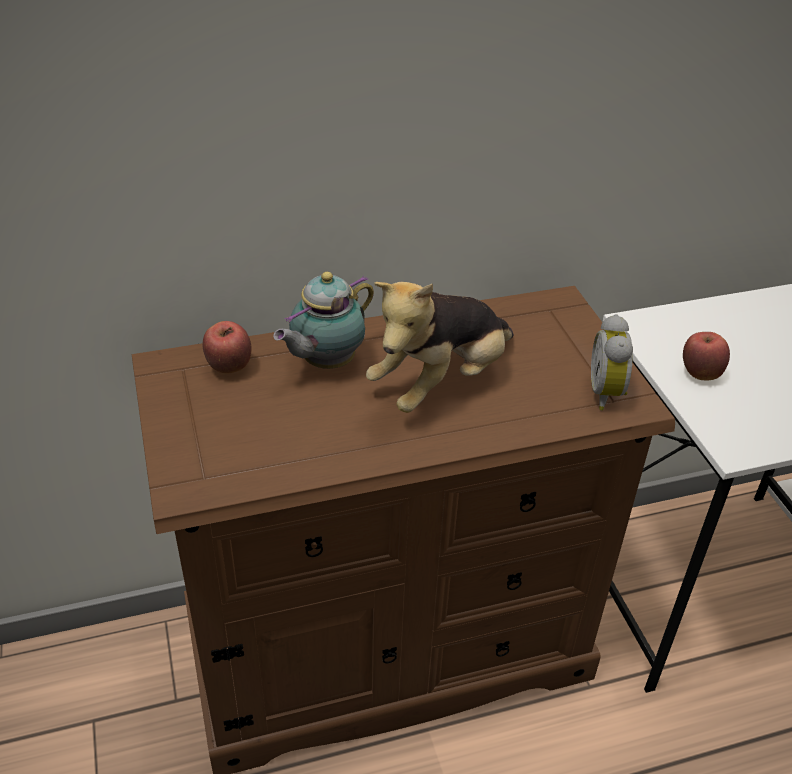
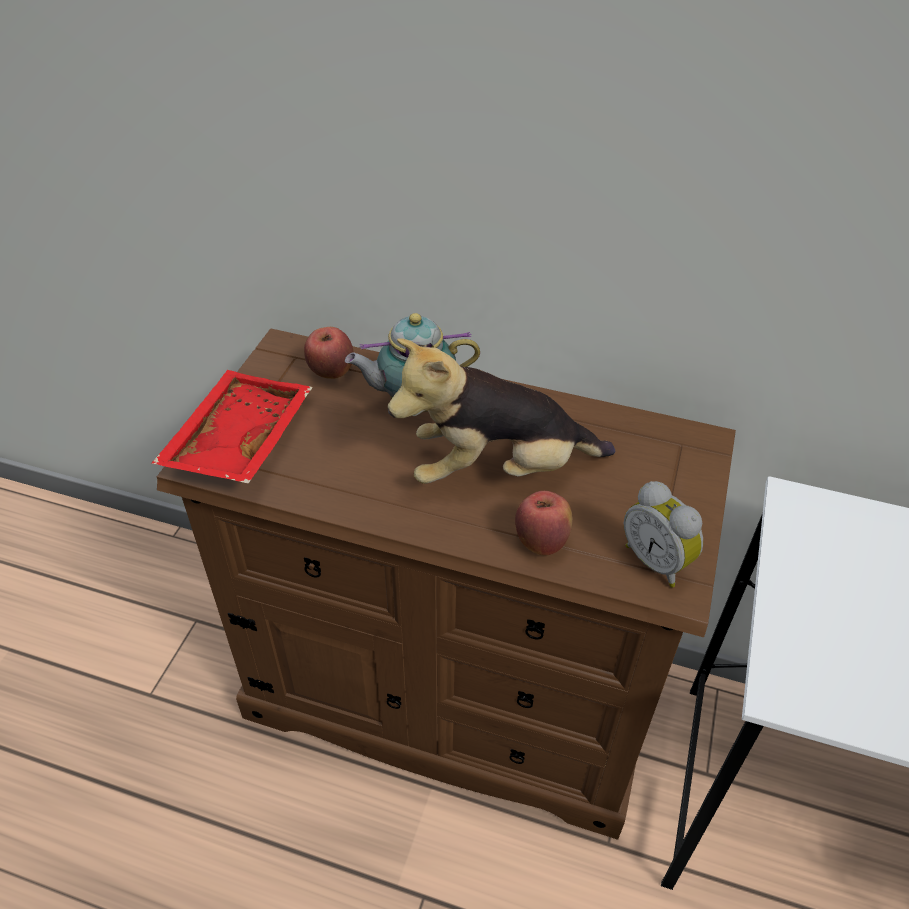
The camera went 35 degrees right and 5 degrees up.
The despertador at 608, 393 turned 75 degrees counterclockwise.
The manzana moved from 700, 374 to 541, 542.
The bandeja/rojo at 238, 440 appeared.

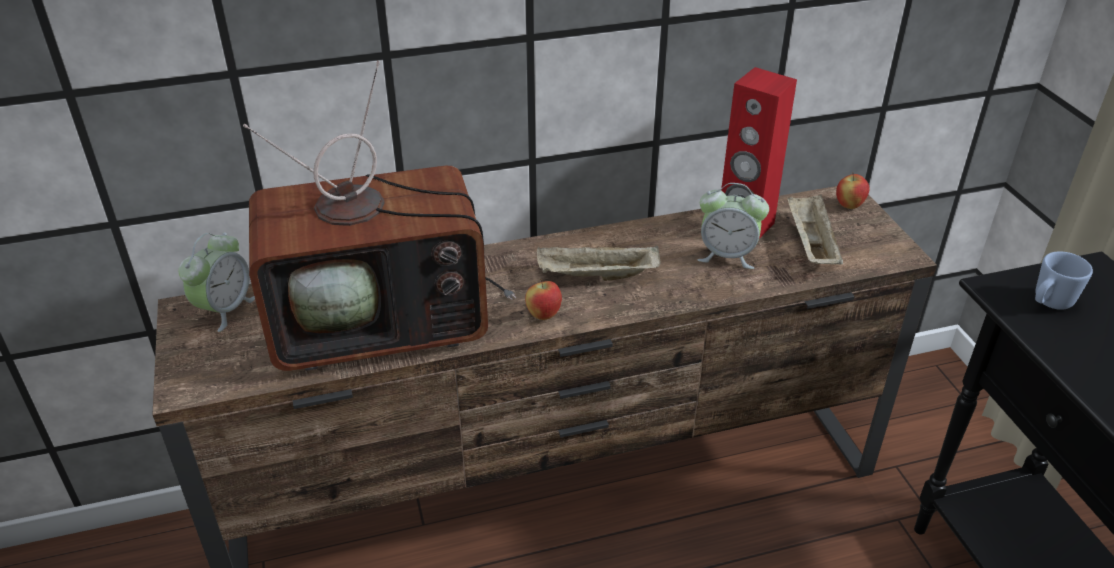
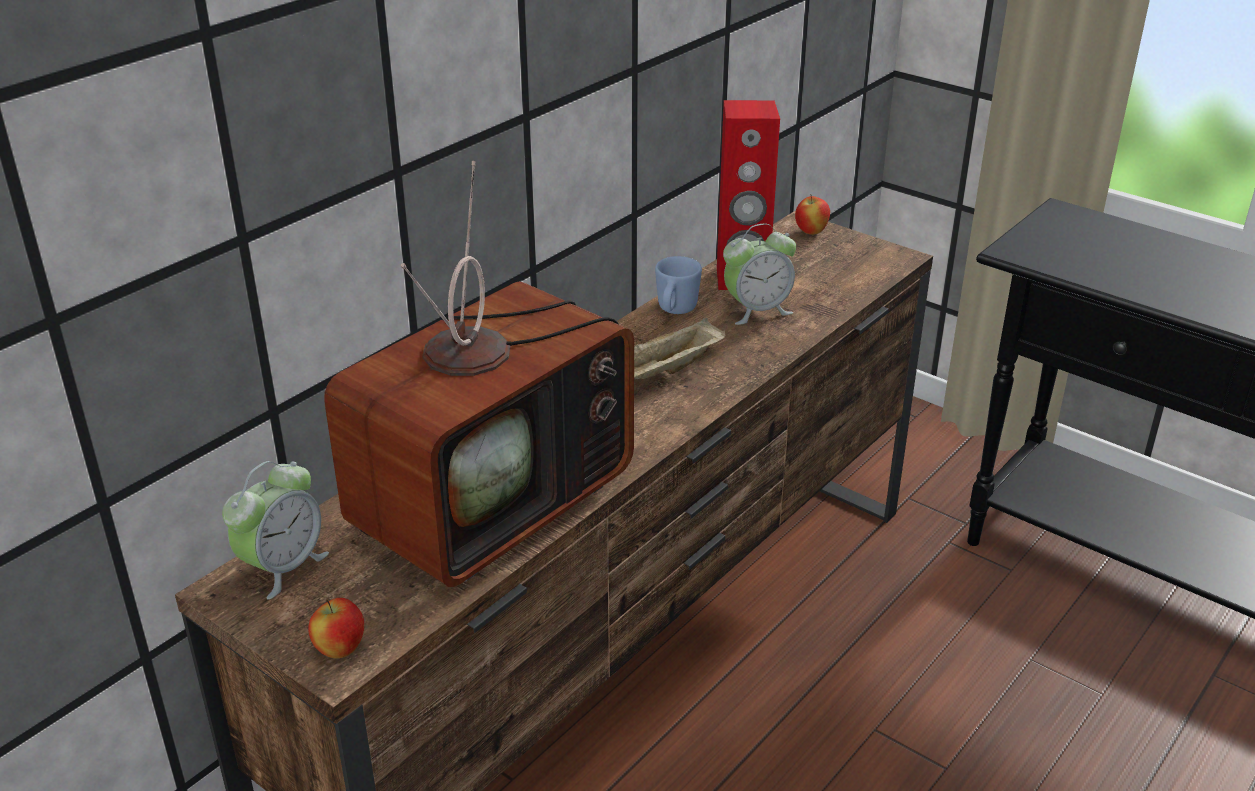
The camera went 35 degrees left and 5 degrees down.
The bandeja/beis at 810, 244 disappeared.
The despertador at 225, 309 turned 45 degrees clockwise.
The taza grande/azul moved from 1049, 303 to 675, 311.
The manzana moved from 543, 315 to 340, 650.

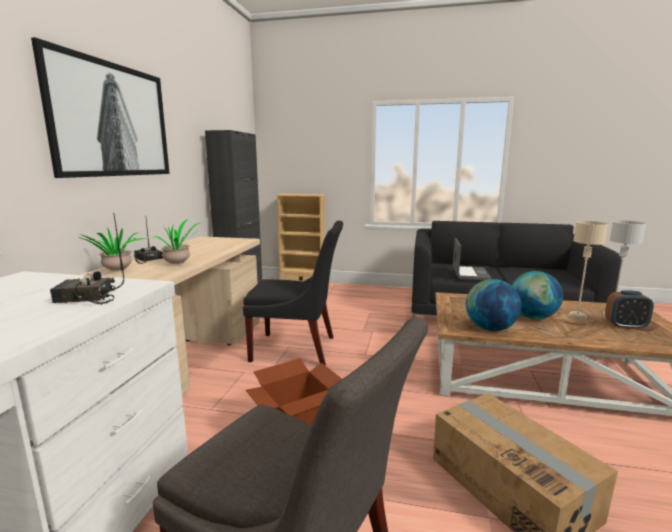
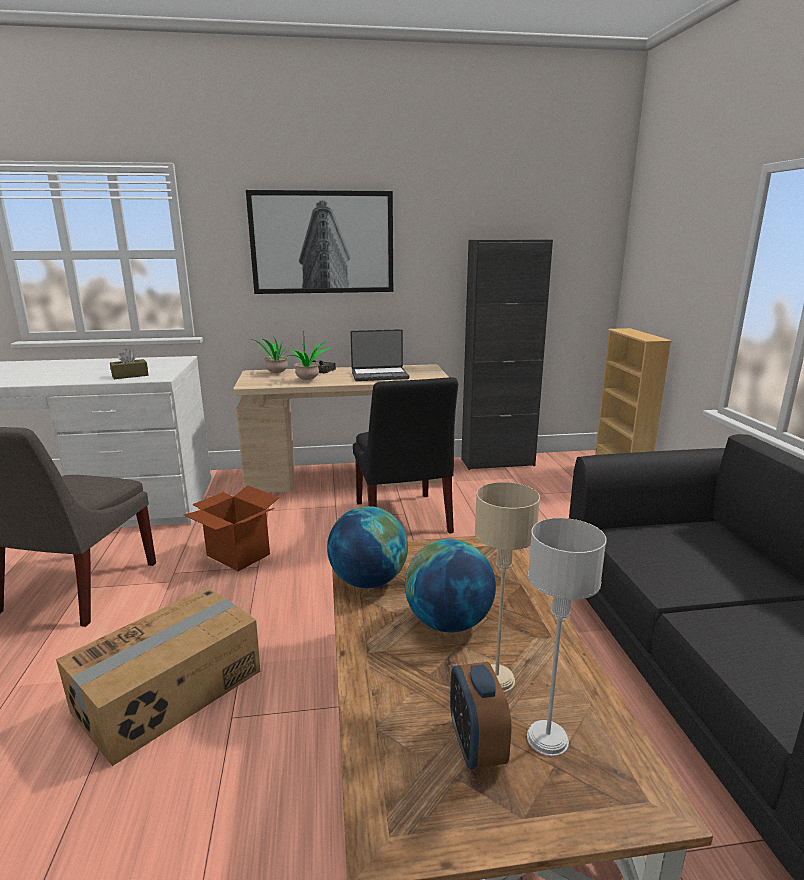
The camera went 70 degrees right and 5 degrees up.
The radio at 86, 298 was replaced by the caja de pañuelos/marrón at 130, 375.
The portátil moved from 469, 274 to 379, 375.

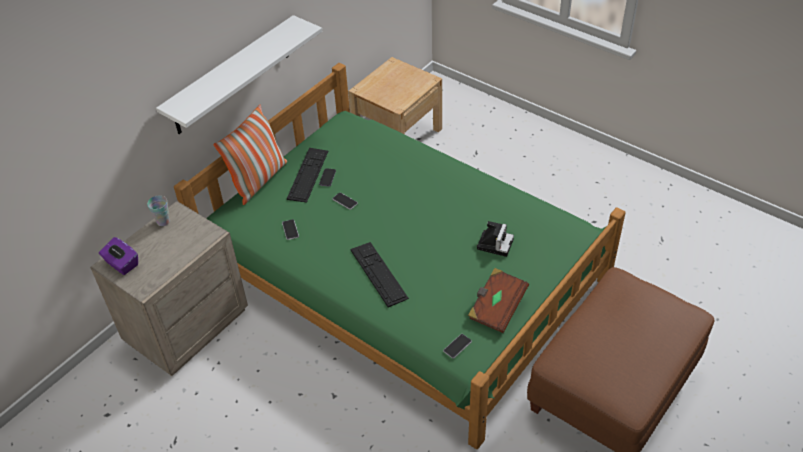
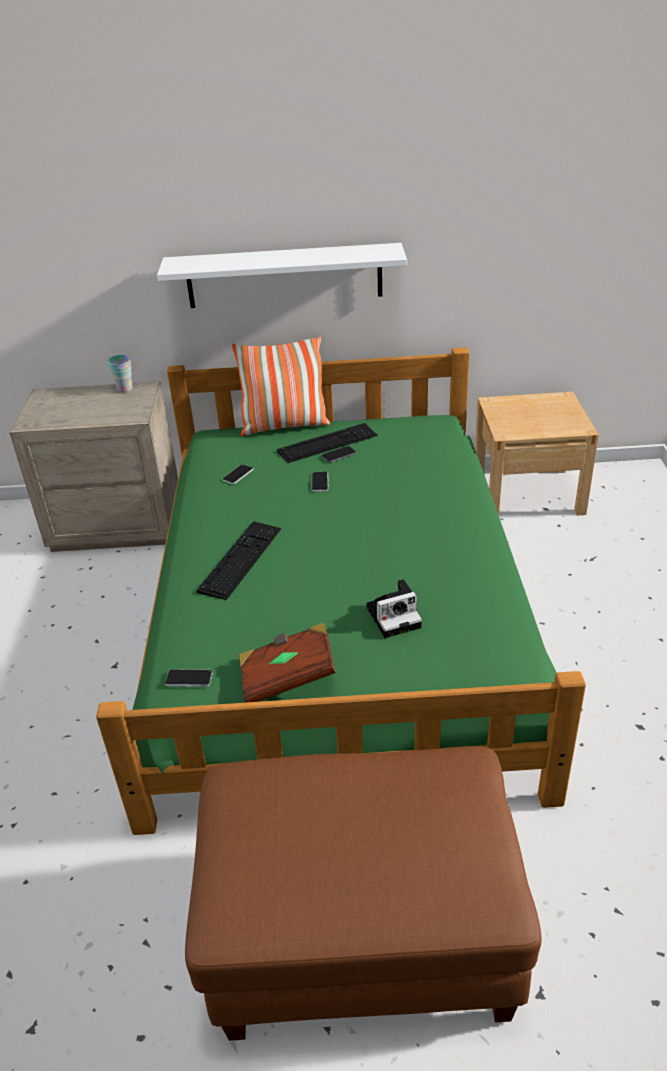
The camera went 50 degrees right and 10 degrees down.
The caja de pañuelos/morado at 121, 264 disappeared.

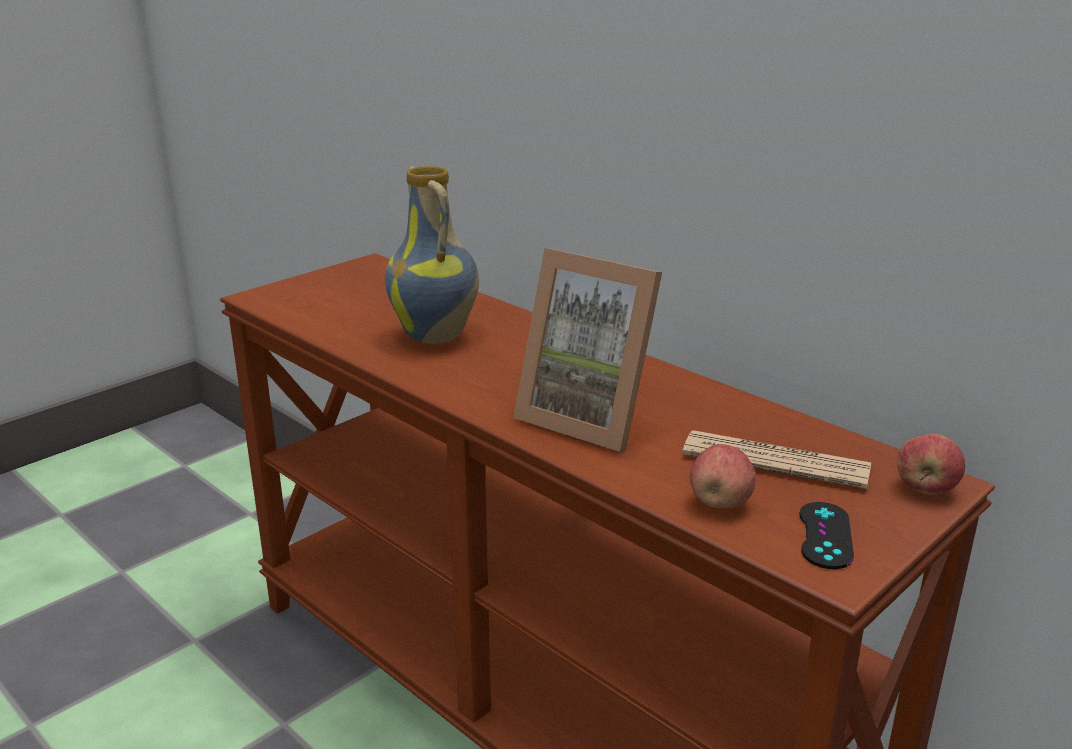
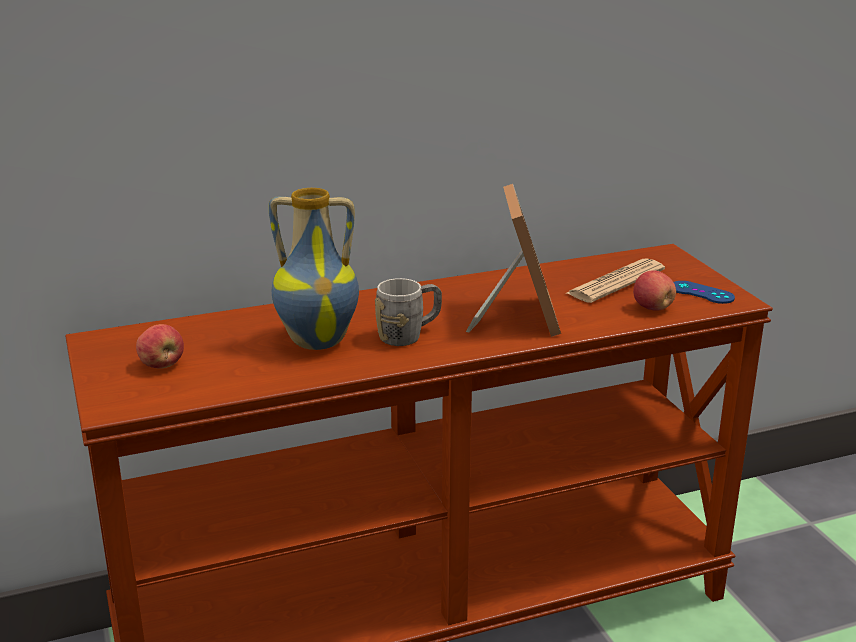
The camera went 65 degrees left and 0 degrees up.
The portarretratos at 591, 417 turned 60 degrees counterclockwise.
The manzana moved from 926, 488 to 162, 365.
The mando de consola/negro at 825, 535 became the mando de consola/azul at 701, 293.
The taza grande/gris at 409, 335 appeared.

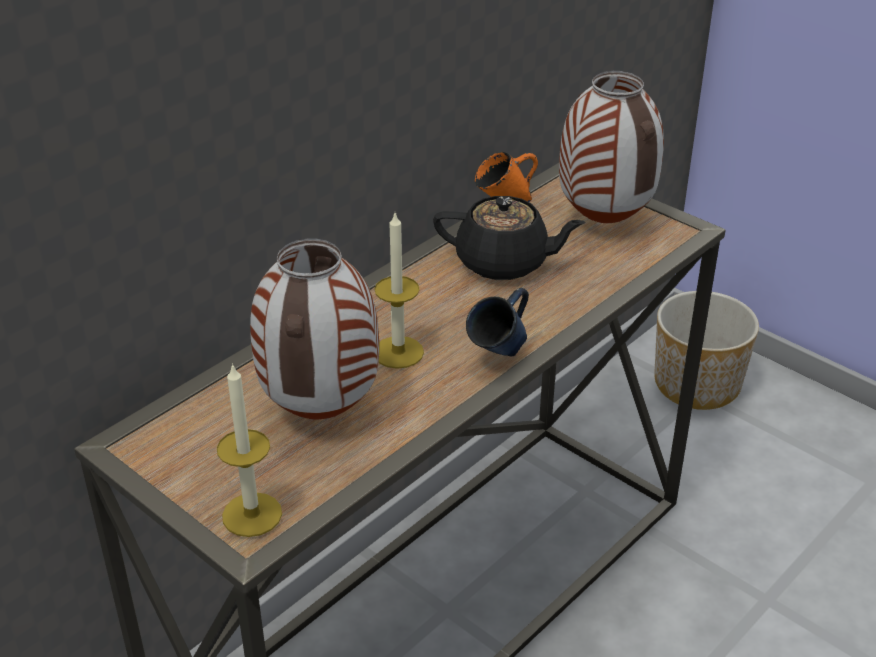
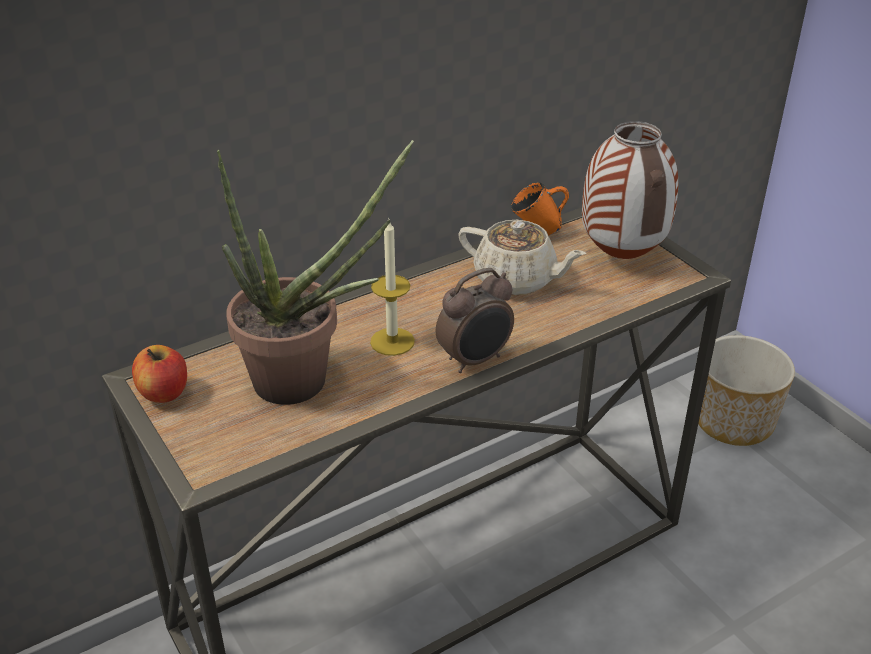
The camera went 15 degrees right and 0 degrees up.
The tetera/negro at 504, 263 became the tetera/beis at 516, 280.
The florero at 322, 413 was replaced by the planta en maceta at 307, 382.
The taza grande/azul at 499, 357 was replaced by the despertador at 475, 360.
The vela at 252, 514 disappeared.
The manzana at 164, 392 appeared.

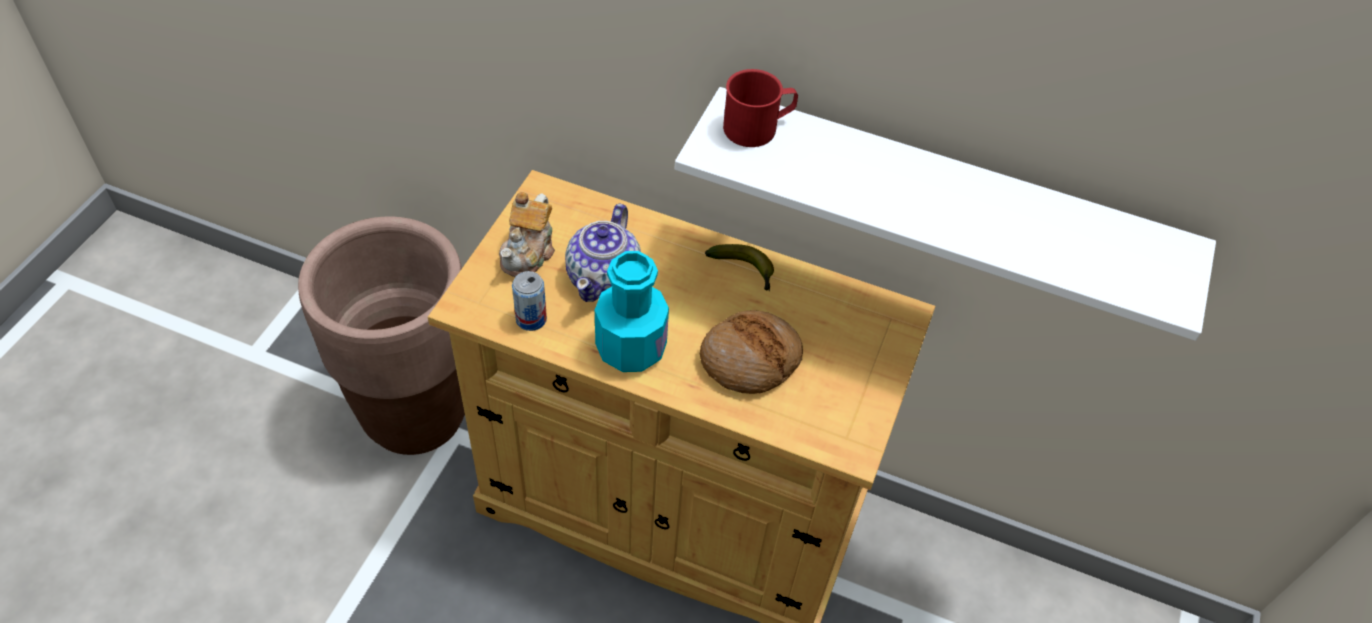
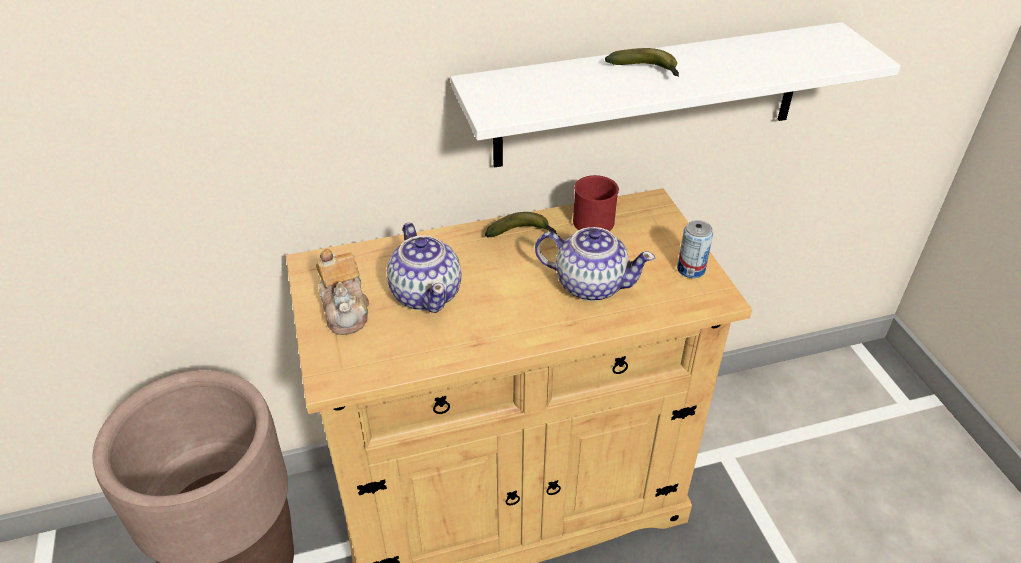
The camera went 35 degrees left and 10 degrees down.
The taza grande/rojo moved from 758, 127 to 597, 218.
The botella/turquesa at 631, 348 disappeared.
The lata moved from 531, 319 to 691, 269.
The pan at 750, 359 was replaced by the tetera at 590, 284.
The plátano at 647, 71 appeared.

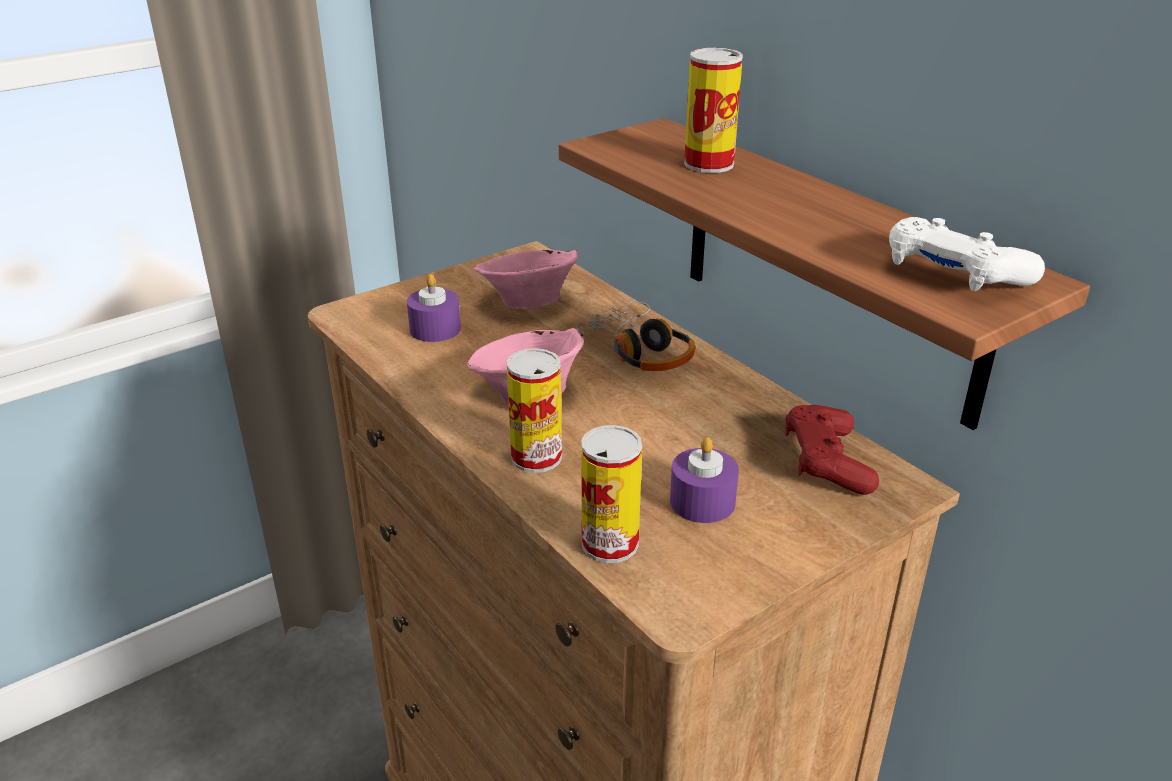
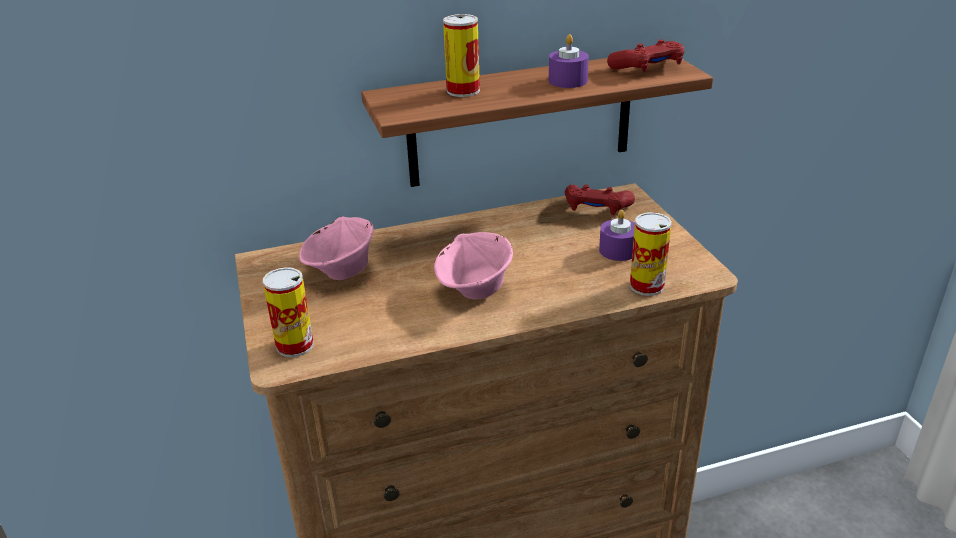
The camera went 70 degrees left and 0 degrees up.
The mando de consola/blanco at 953, 274 became the mando de consola/rojo at 648, 67.
The vela/morado moved from 435, 329 to 568, 81.
The auriculares at 637, 351 disappeared.
The lata moved from 536, 457 to 295, 345.

